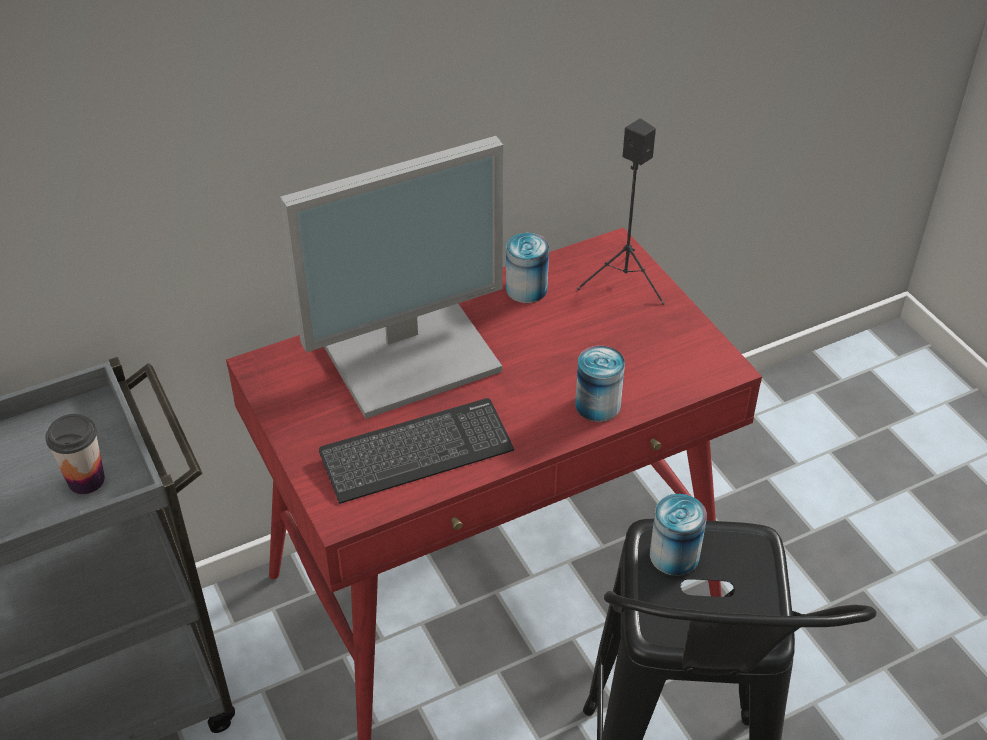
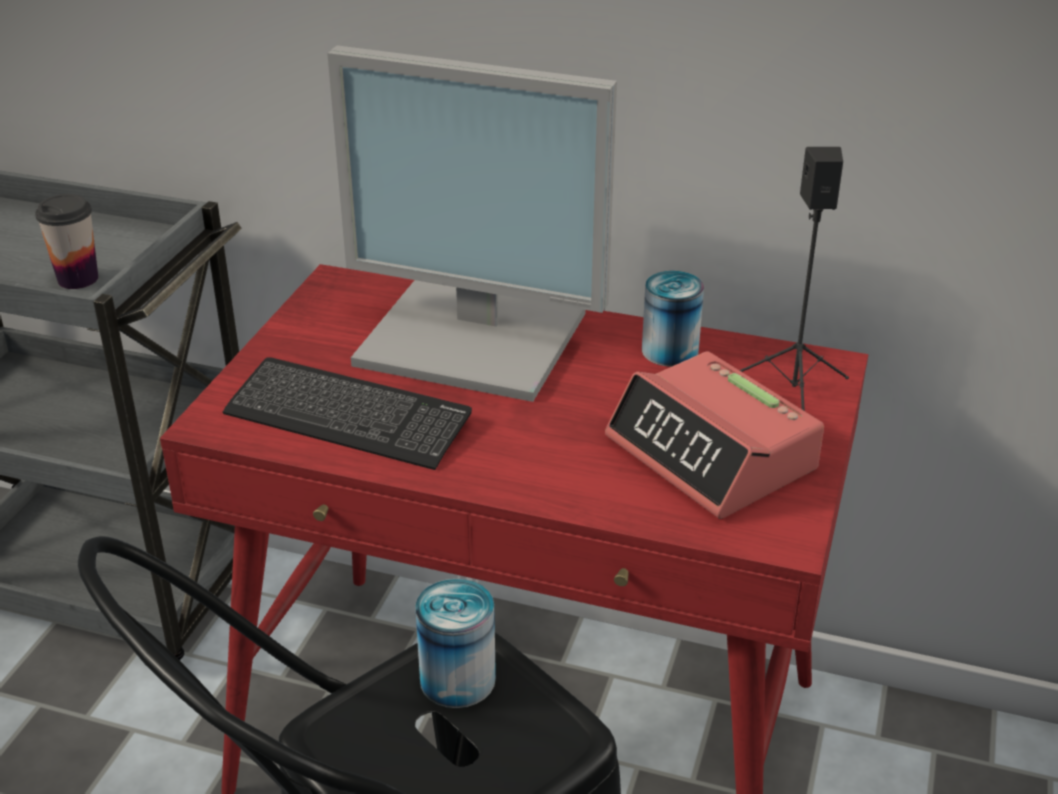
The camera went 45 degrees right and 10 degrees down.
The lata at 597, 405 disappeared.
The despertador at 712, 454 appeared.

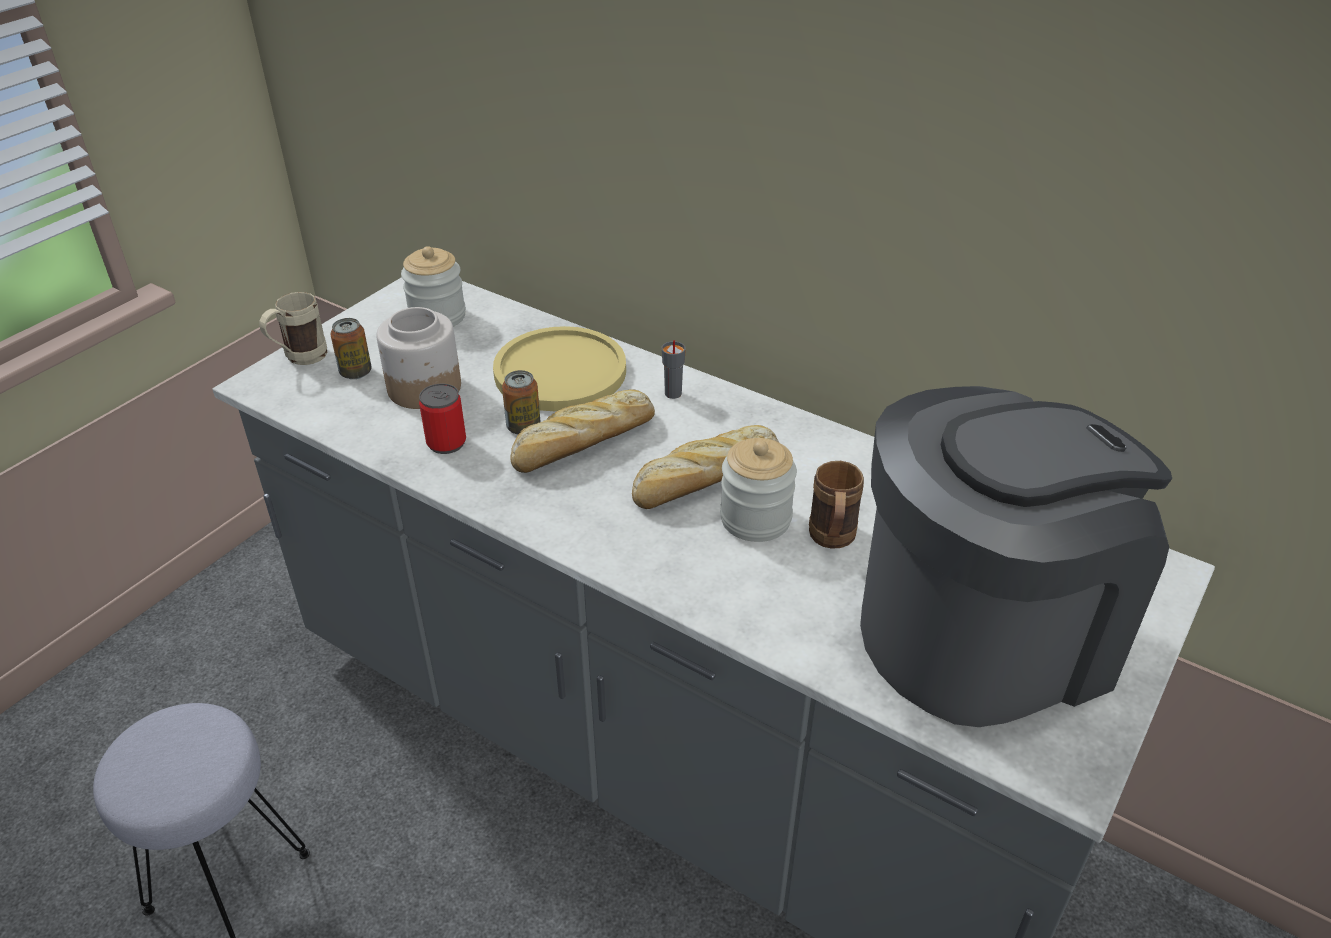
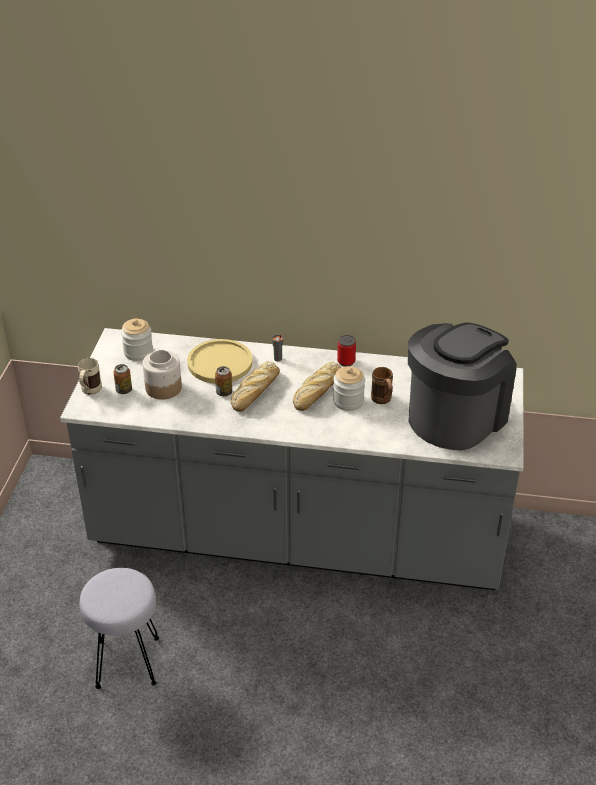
The camera went 25 degrees left and 0 degrees up.
The lata moved from 446, 443 to 346, 361.

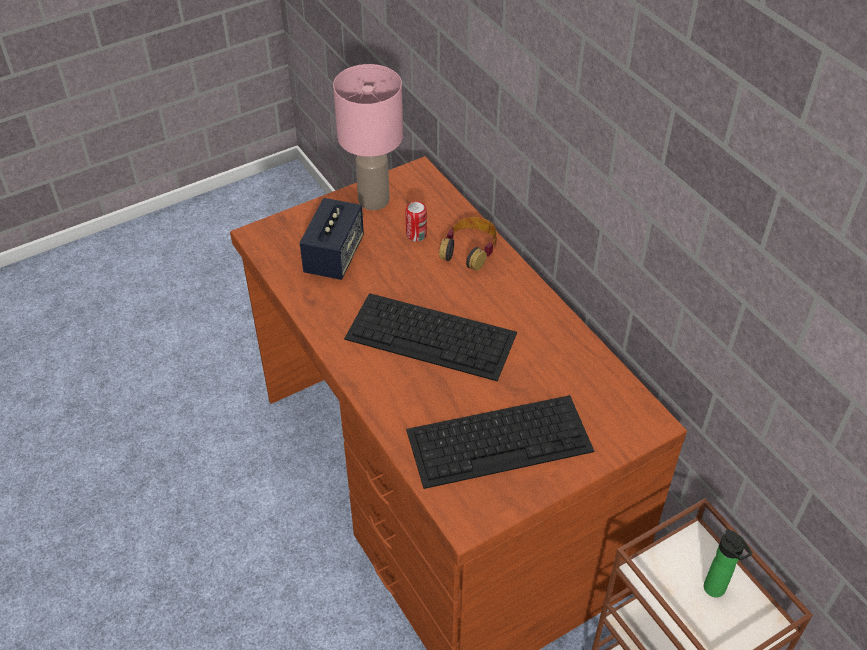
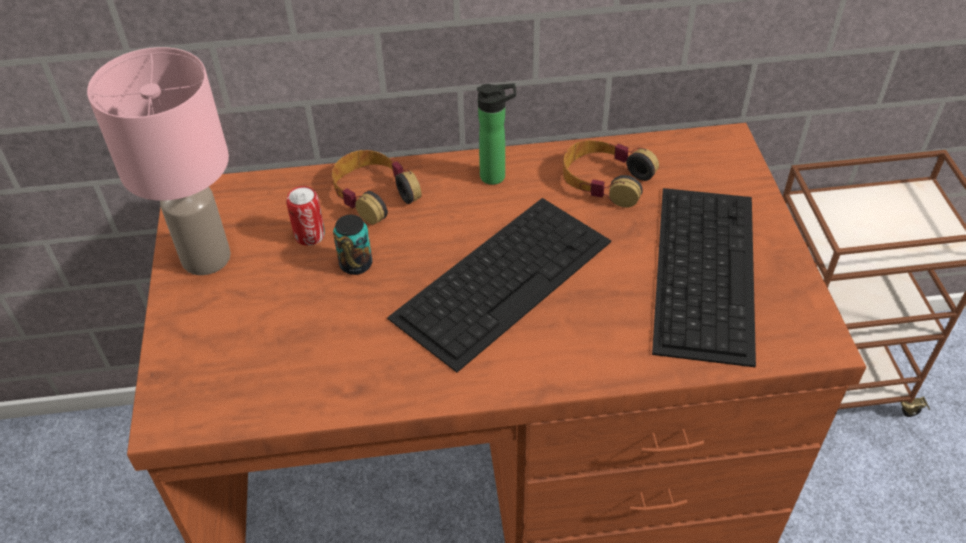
The camera went 65 degrees left and 0 degrees up.
The altavoz at 334, 256 disappeared.
The botella moved from 716, 591 to 497, 176.
The auriculares at 605, 180 appeared.
The lata at 356, 264 appeared.

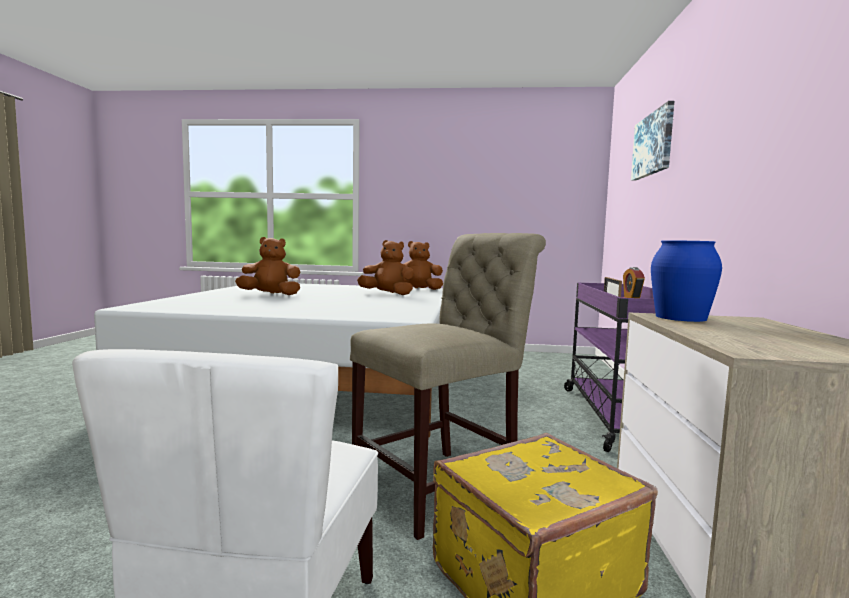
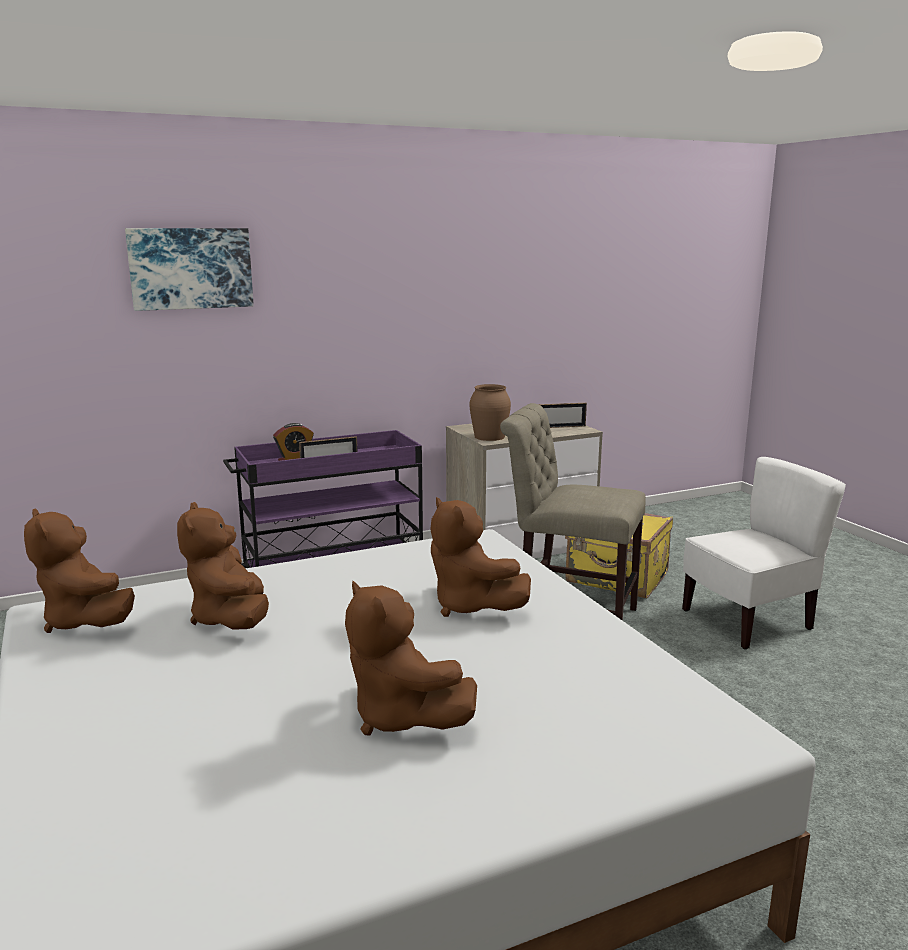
The camera went 120 degrees left and 10 degrees up.
The florero/azul at 681, 317 became the florero/marrón at 489, 437.
The portarretratos at 560, 427 appeared.
The peluche/marrón at 470, 606 appeared.

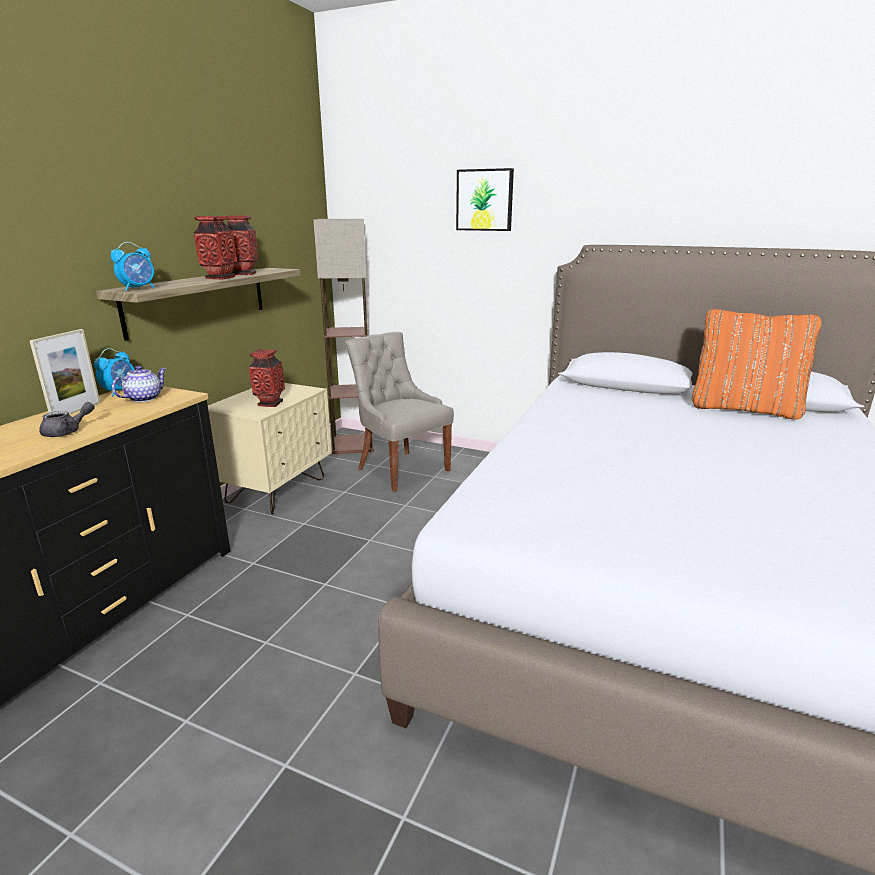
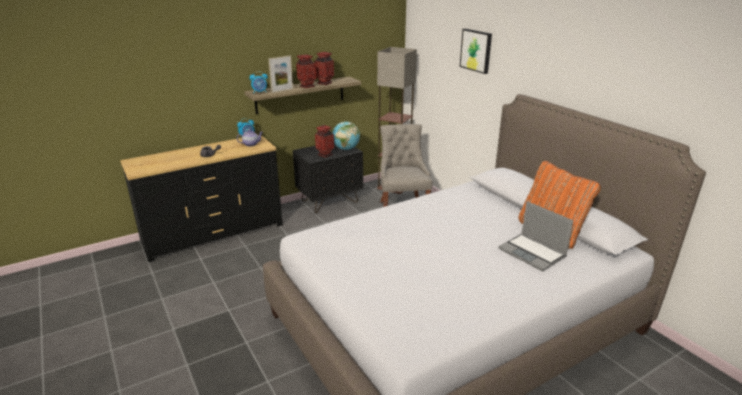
The camera went 35 degrees right and 5 degrees up.
The portarretratos moved from 76, 411 to 282, 90.
The mesita de noche/beis at 276, 490 became the mesita de noche/negro at 329, 201.
The globo terráqueo at 346, 149 appeared.
The portátil at 533, 253 appeared.

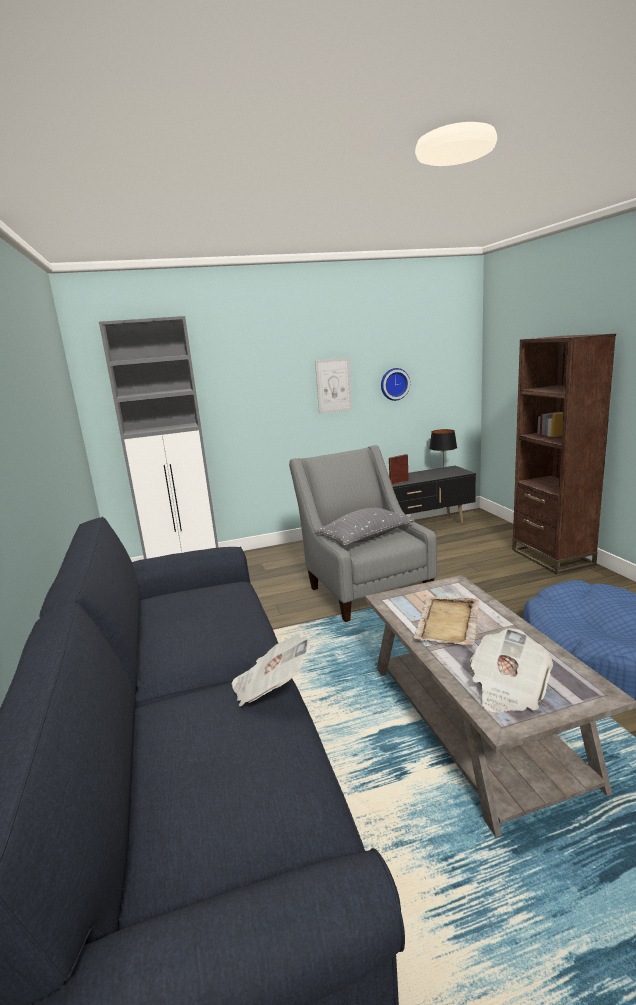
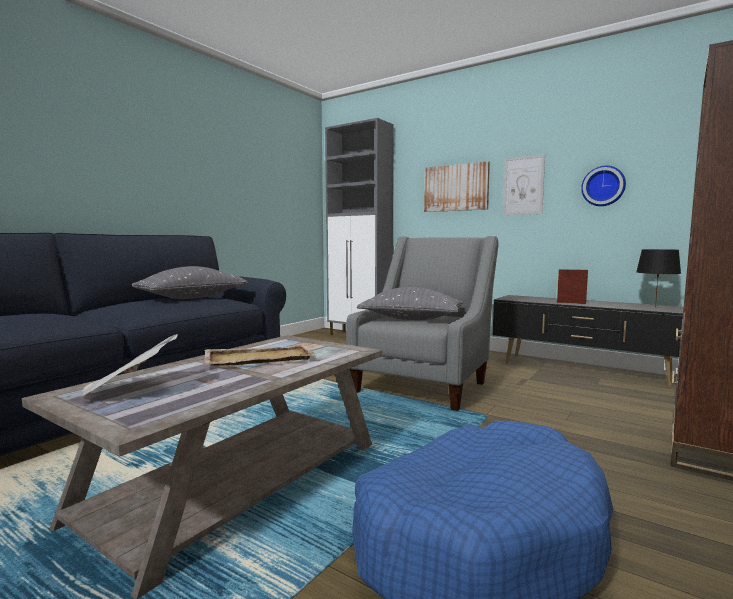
The camera went 50 degrees right and 10 degrees down.
The periódico at 271, 688 disappeared.
The cuadro at 456, 188 appeared.
The cojín/gris at 192, 298 appeared.

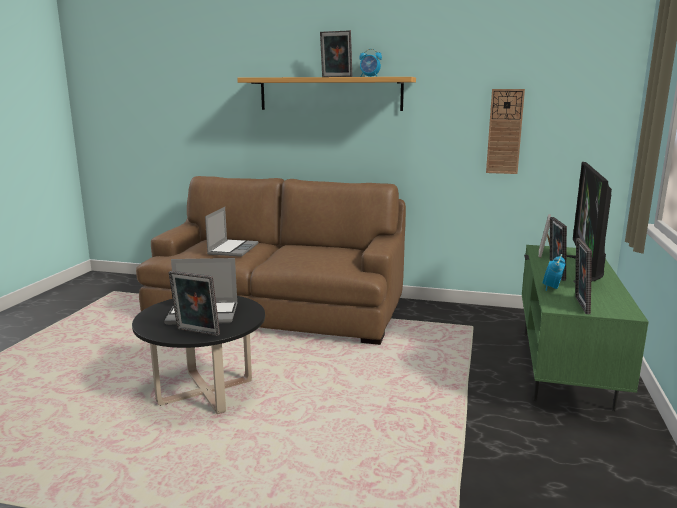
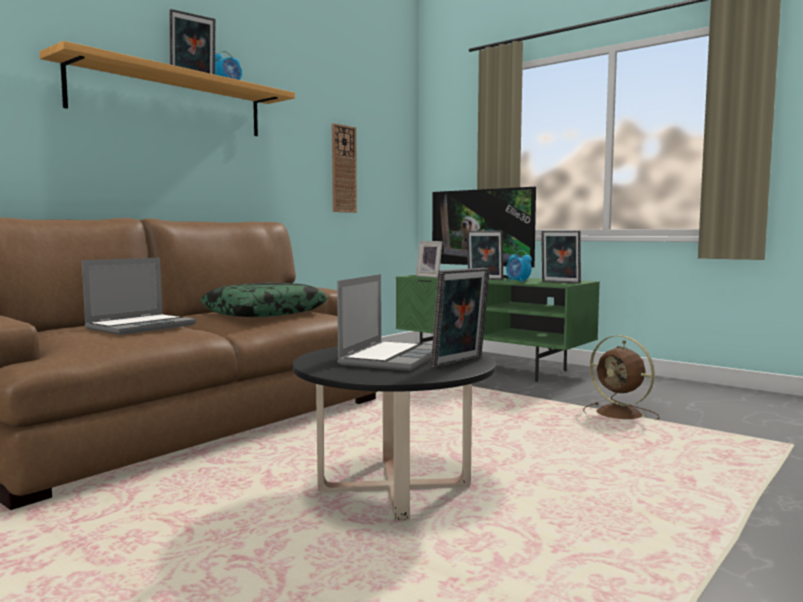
The camera went 65 degrees left and 10 degrees down.
The portátil at 232, 249 turned 90 degrees clockwise.
The cojín at 265, 312 appeared.
The ventilador/marrón at 621, 414 appeared.

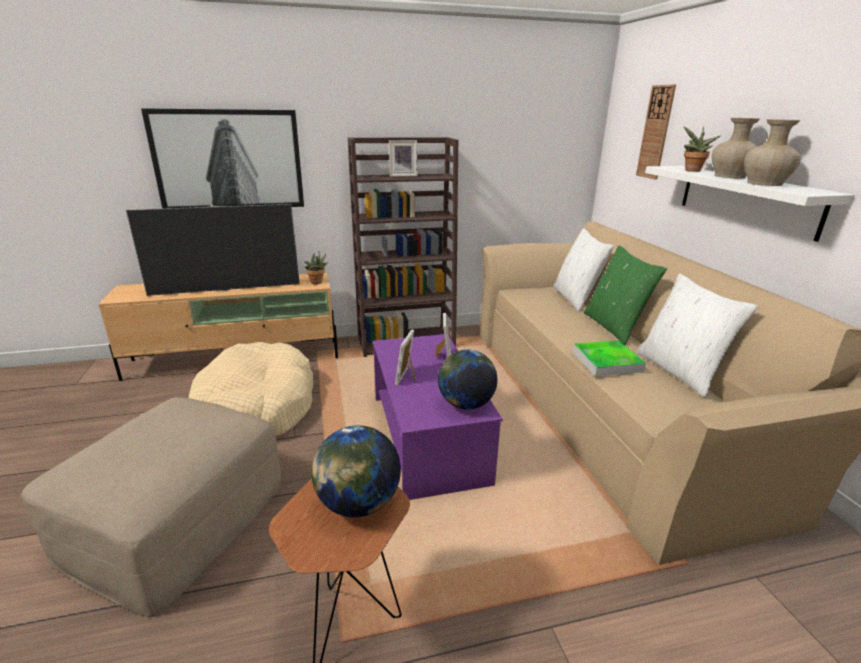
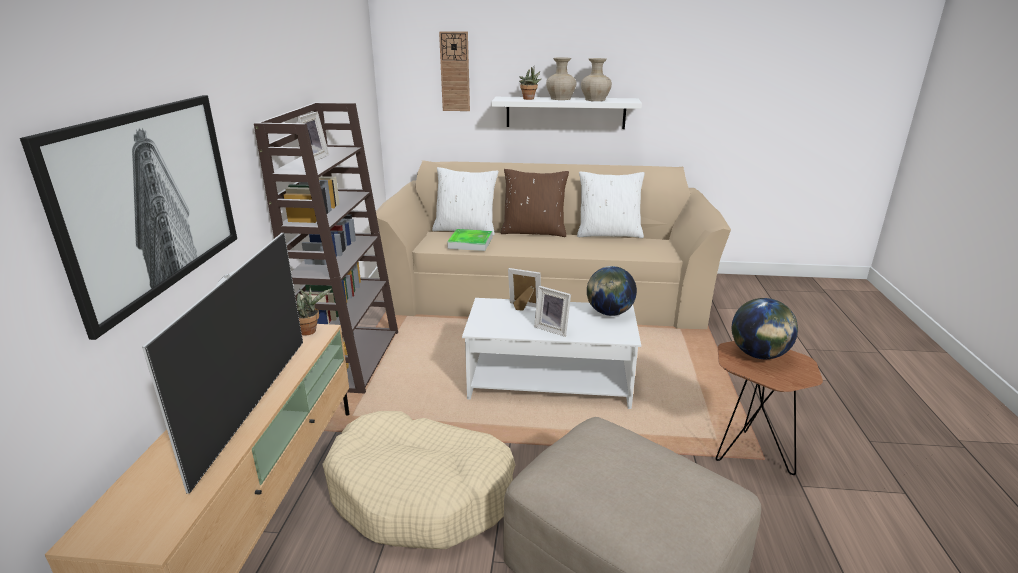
The camera went 70 degrees left and 0 degrees up.
The cojín/verde at 614, 327 became the cojín/marrón at 534, 232.
The mesa de centro/morado at 428, 438 became the mesa de centro/blanco at 550, 381.
The bandeja moved from 606, 361 to 470, 243.

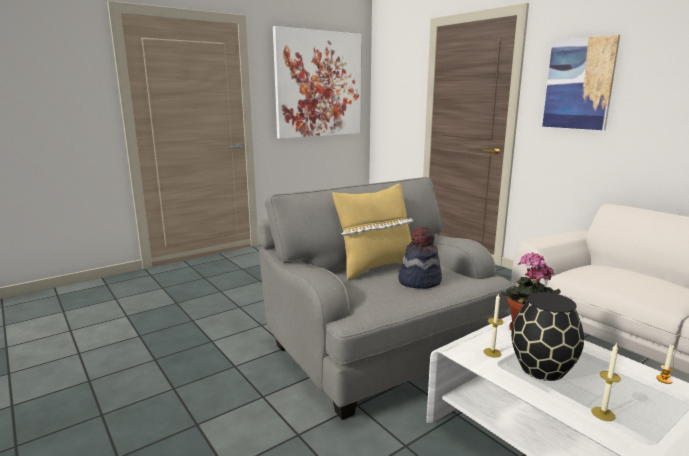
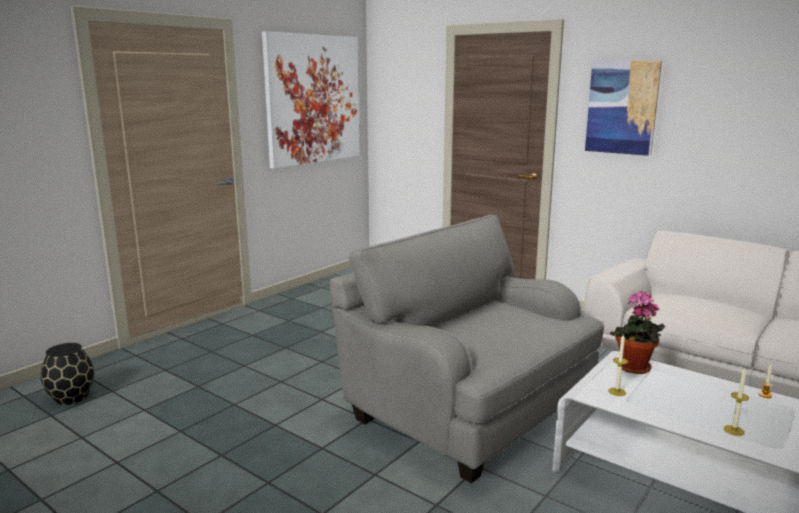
The camera went 15 degrees left and 0 degrees up.
The cojín/amarillo at 375, 268 disappeared.
The sombrero at 419, 281 disappeared.
The florero/negro moved from 542, 368 to 72, 397.

